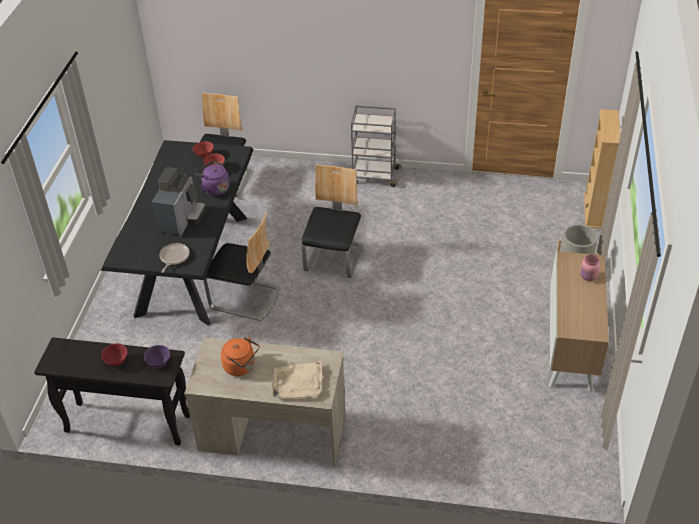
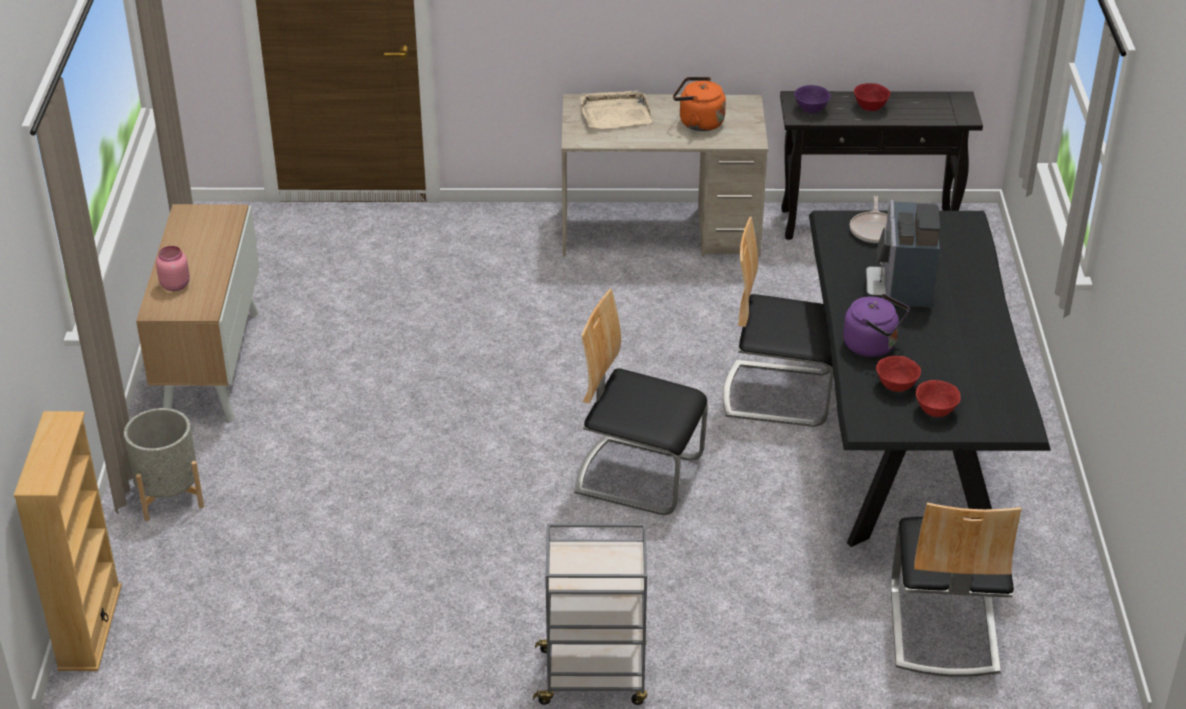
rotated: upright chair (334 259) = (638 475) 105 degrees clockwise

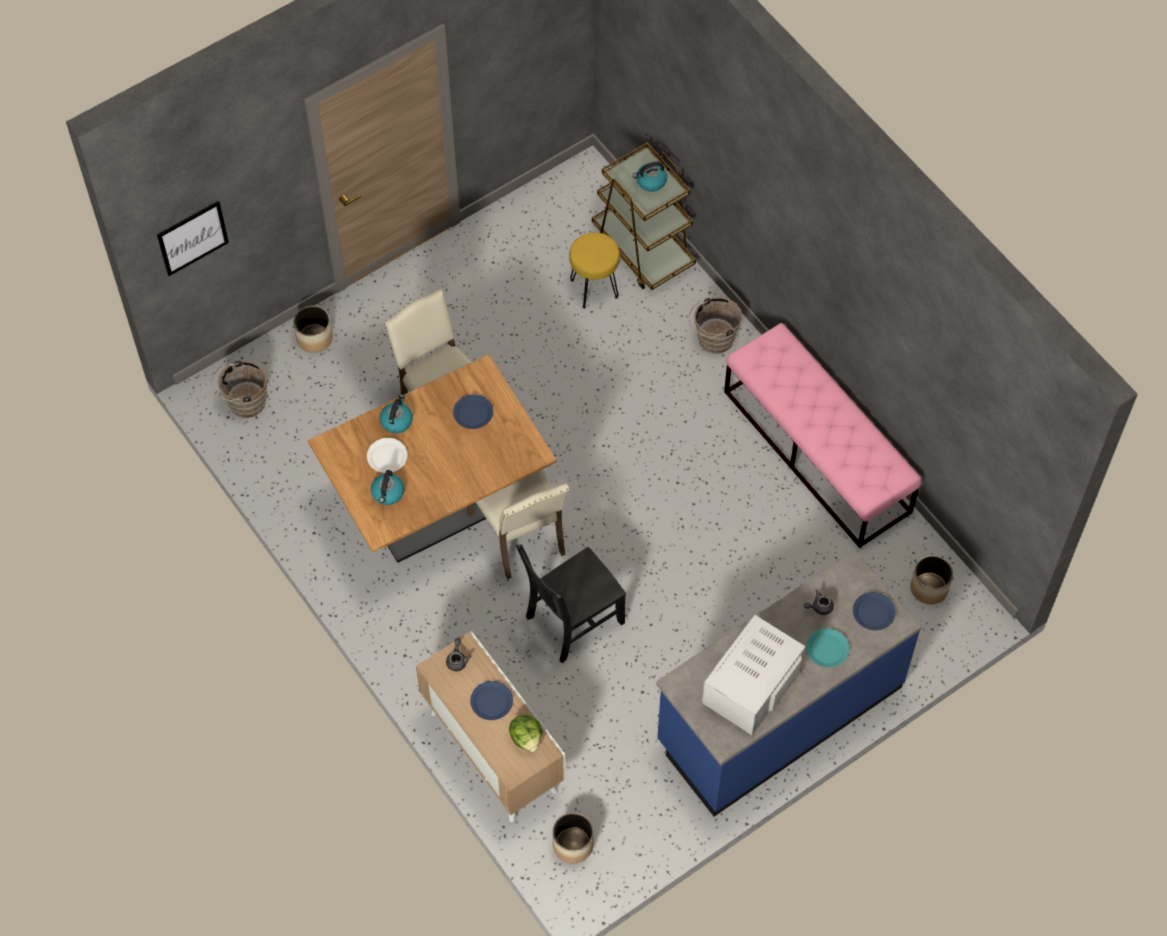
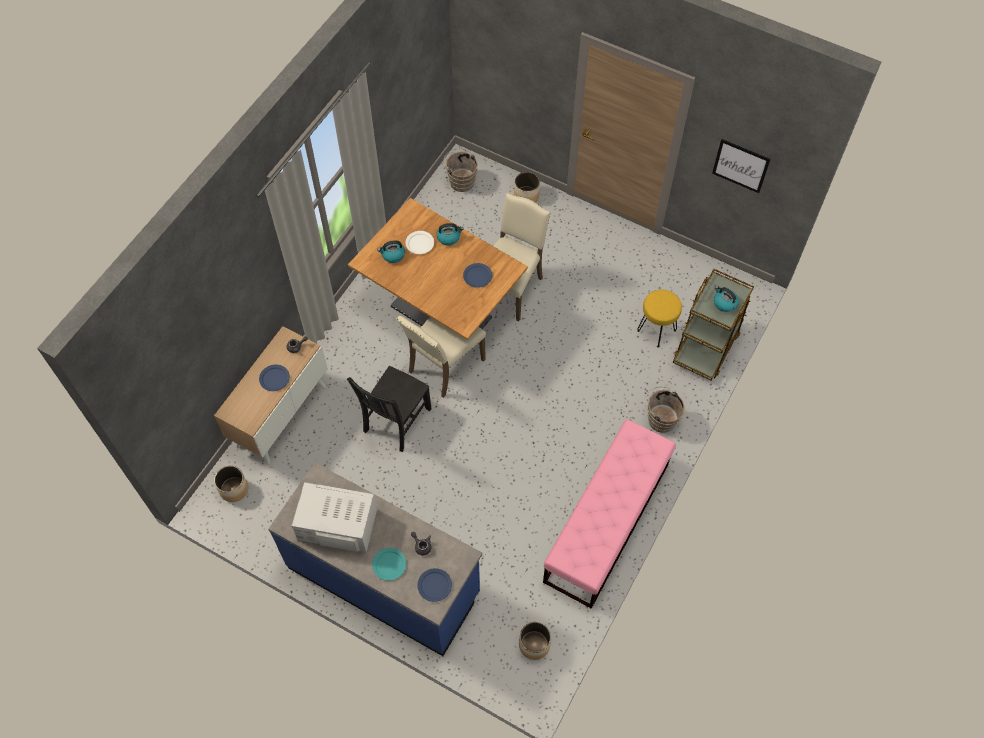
gone: lettuce (526 738)
shifted: picture (192 238) to (741 165)
rotated: upright chair (black-coloured) (572 621) = (395 422) 90 degrees counterclockwise

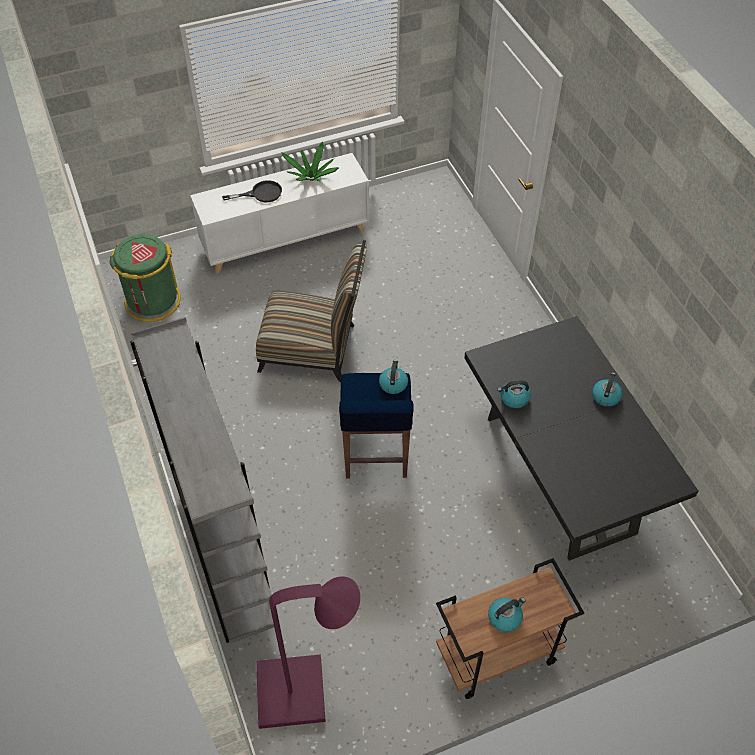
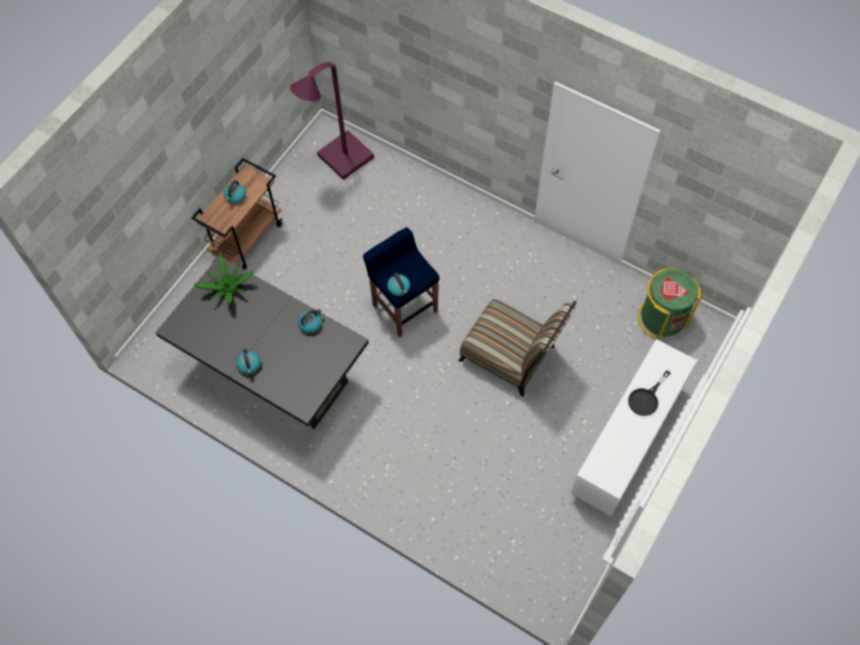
gone: shelving unit (gray) (226 556)
shifted: houseplant (311 177) to (227 288)
rotated: upright chair (314 349) = (512 357) 120 degrees counterclockwise

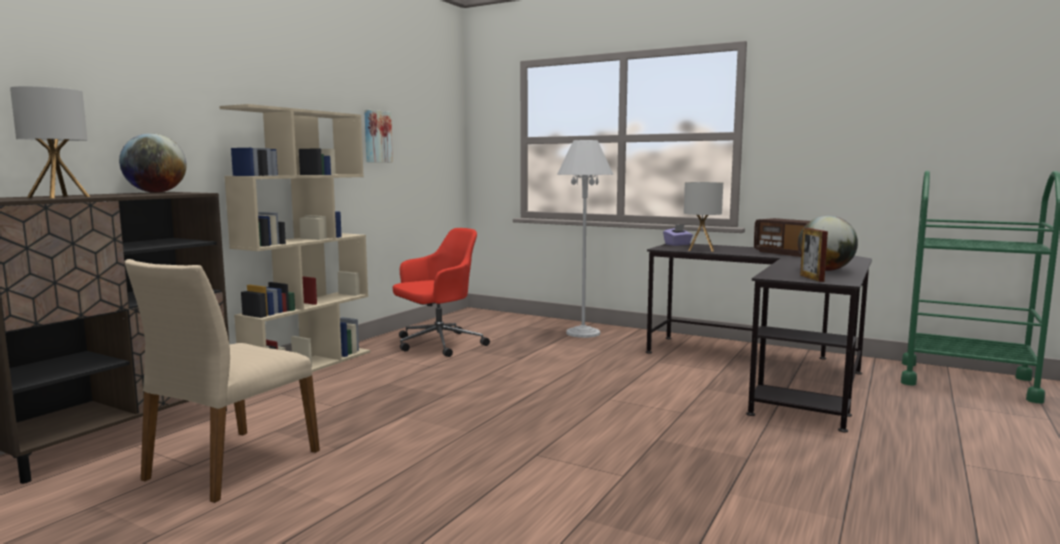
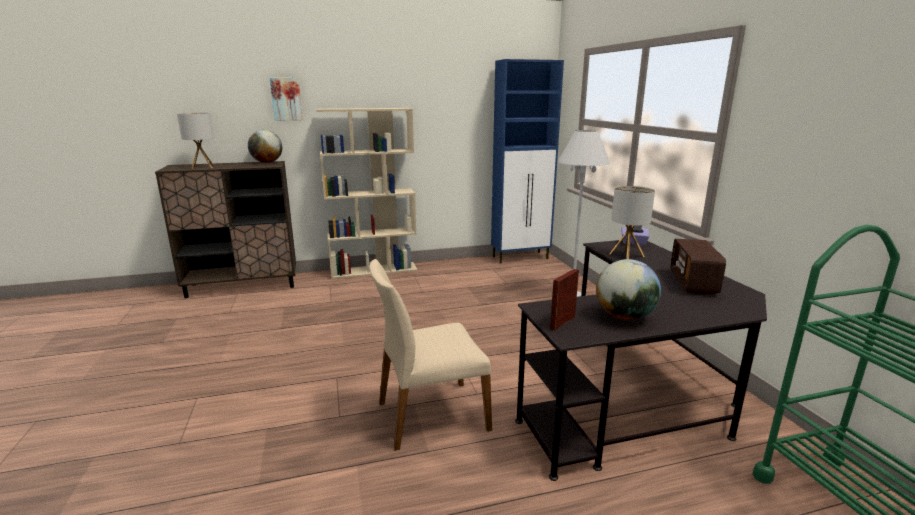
gone: office chair (red-coloured) (438 344)
new: cabinet (blue-coloured) (521 257)
shifted: upright chair (sand-coloured) (230 465) to (430 415); picture (377 136) to (286 99)

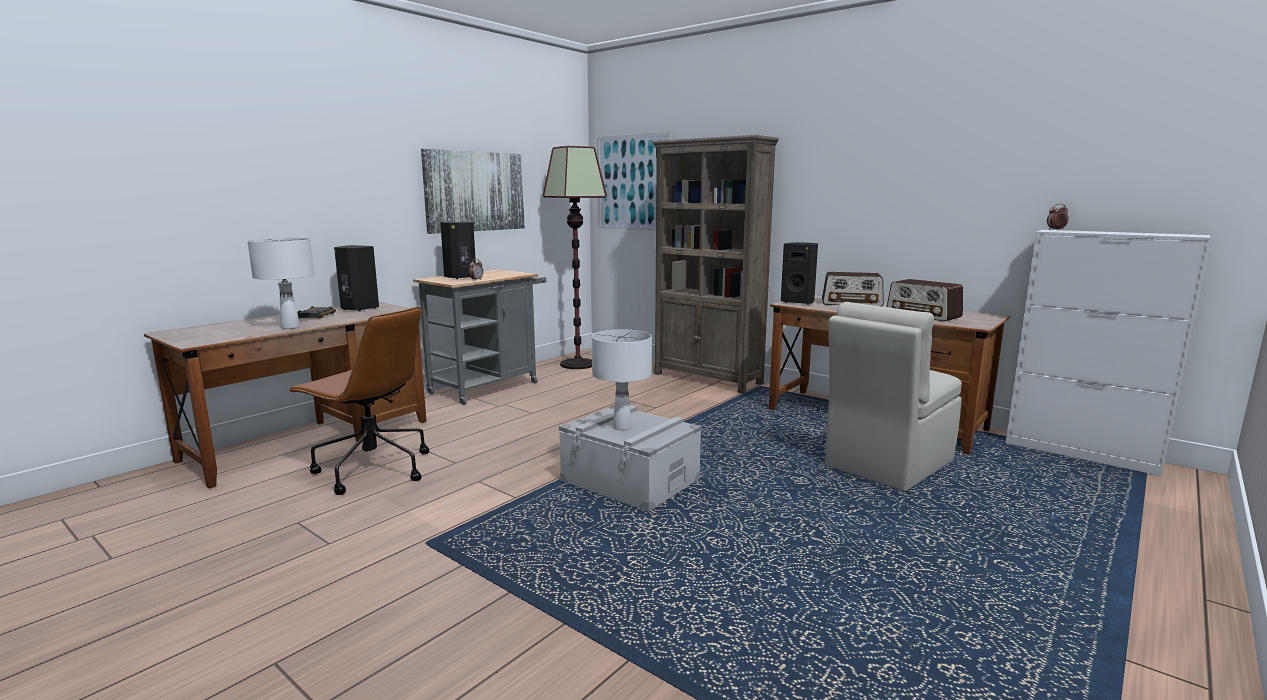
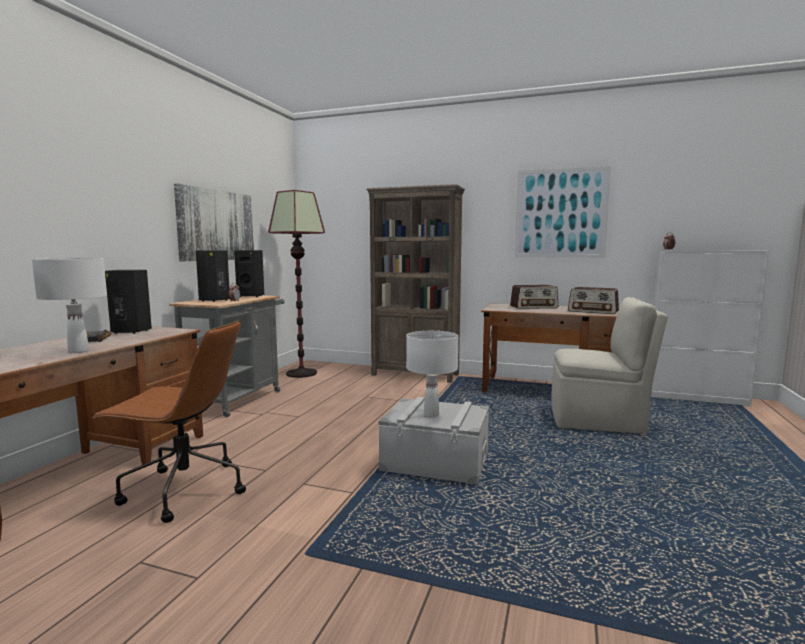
shifted: picture (632 182) to (560 213); audio speaker (black-coloured) (798 302) to (251 296)
rotated: upright chair (sand-coloured) (886 464) = (599 420) 105 degrees counterclockwise

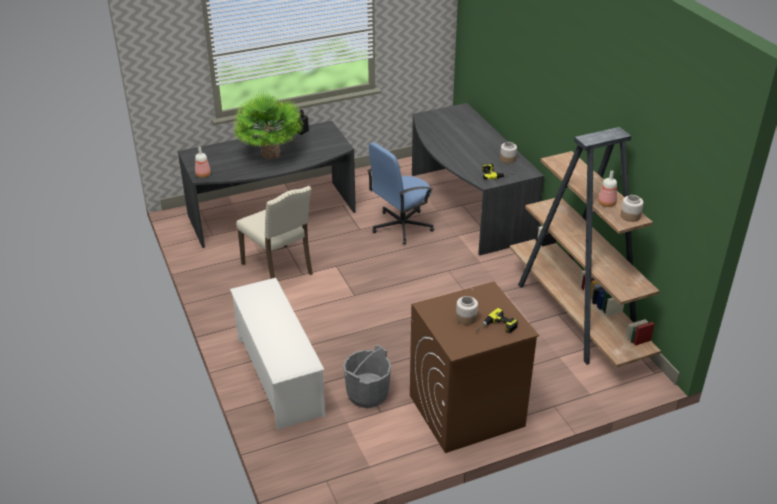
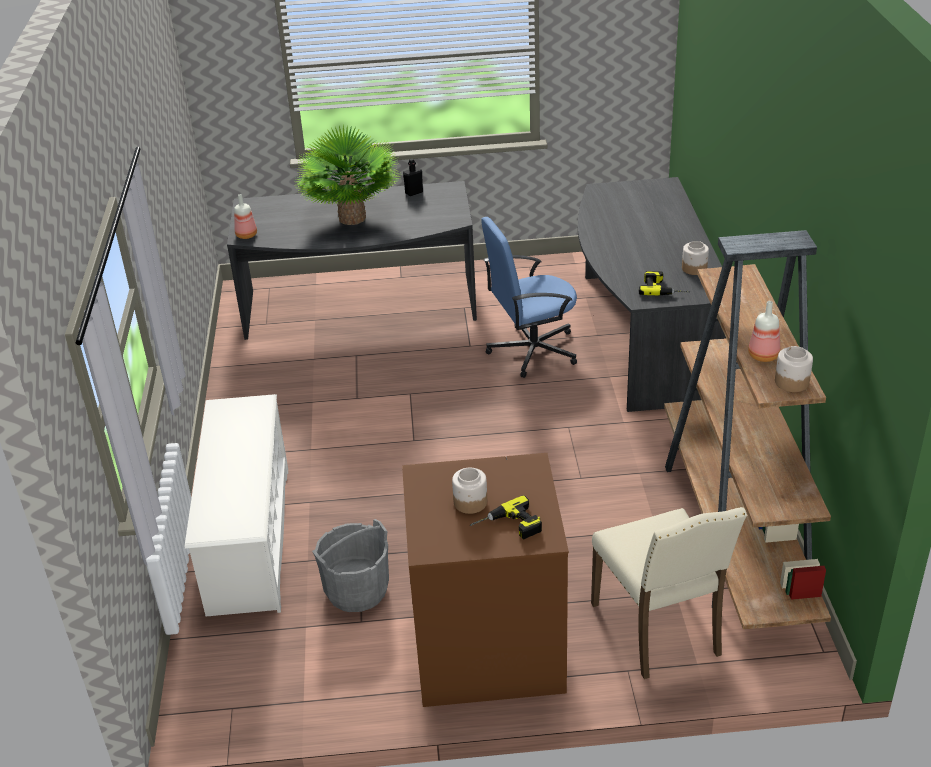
shifted: upright chair (sand-coloured) (279 269) to (659 630)

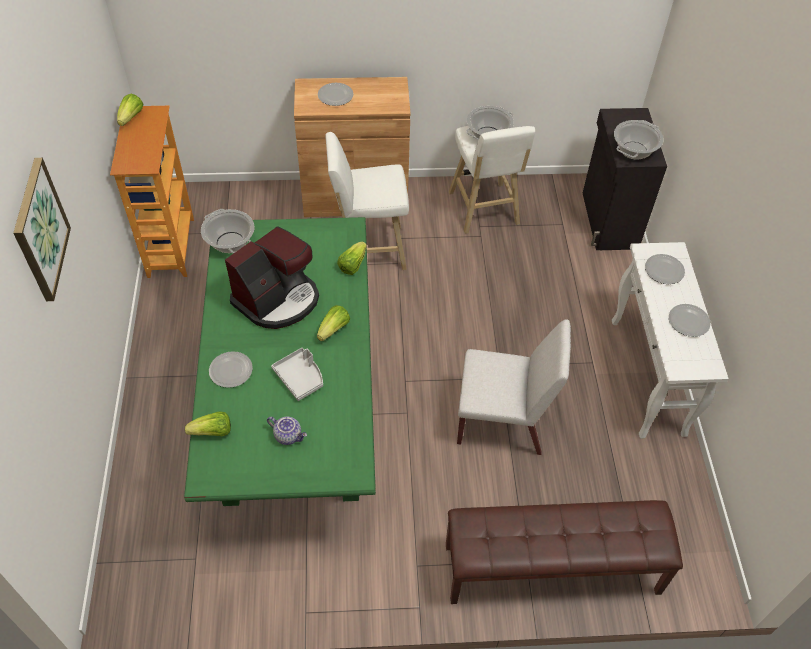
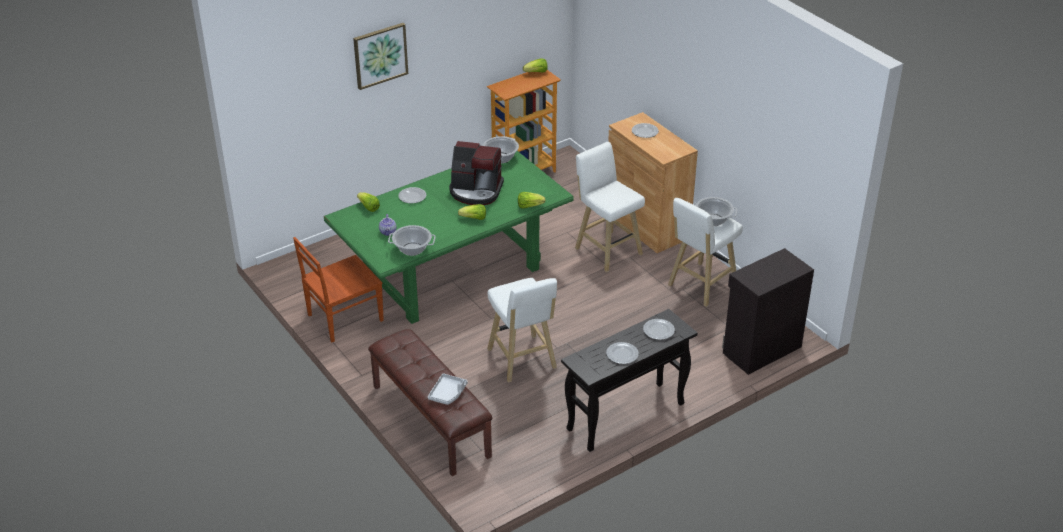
new: upright chair (brown-coloured) (343 318)
shifted: serving tray (gray) (300 377) to (448 393); stockpot (634 151) to (412 249)
swapped: upright chair (white) (502 421) to stool (white) (523 361)
repainted: hall table (white) (648 377) to hall table (black-coloured) (625 417)

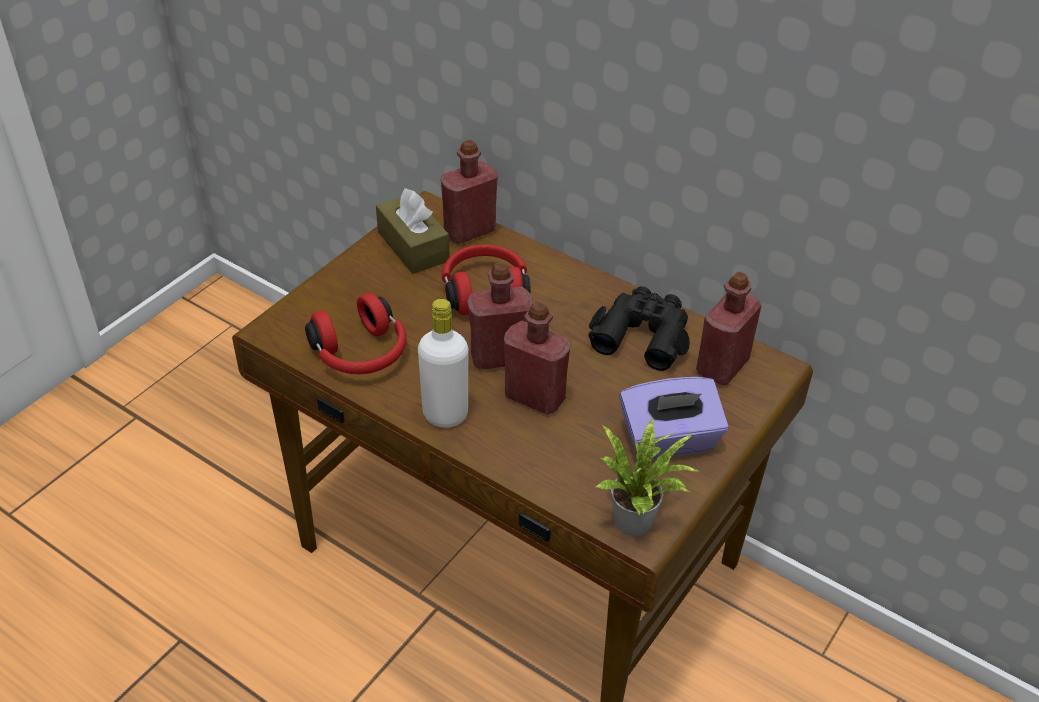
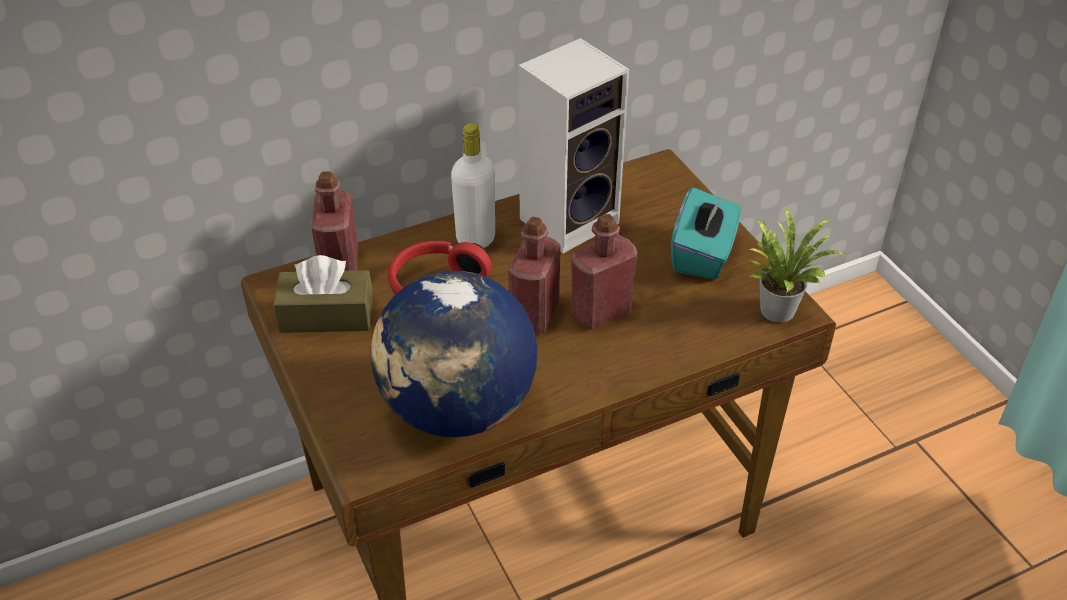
gone: bottle (red-coloured) (722 366)
shifted: bottle (white) (445 414) to (475 239)
swapped: headset (red-coloured) (361 354) to world globe (457 409); pair of binoculars (black-coloured) (642 334) to audio speaker (571 218)
repainted: tissue holder (purple-coloured) (669 440) to tissue holder (blue-green) (703 254)

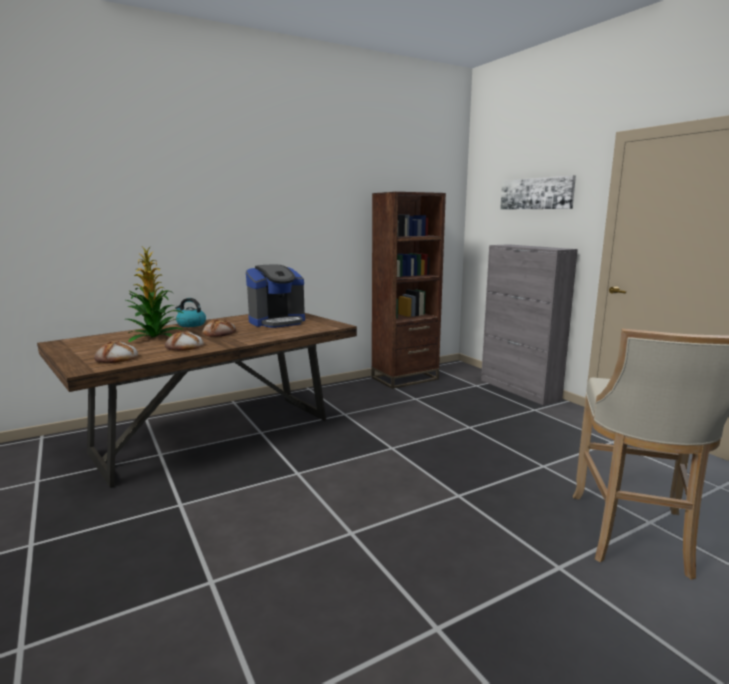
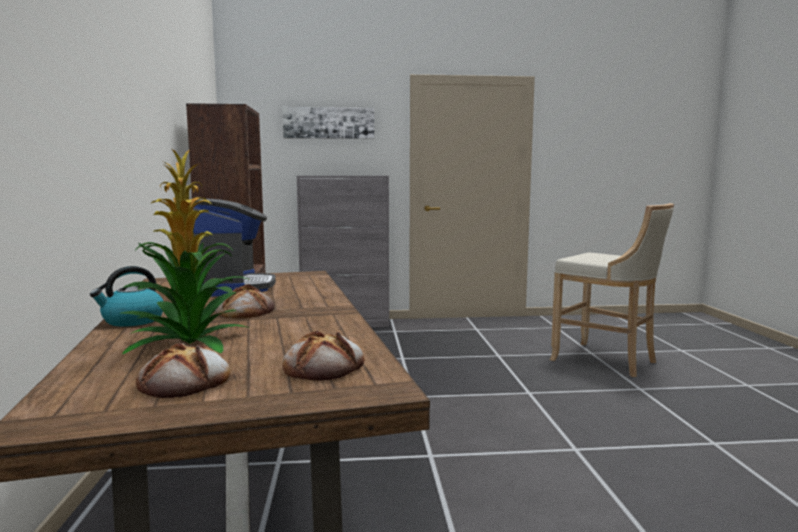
shifted: bread (184 346) to (186 382)

